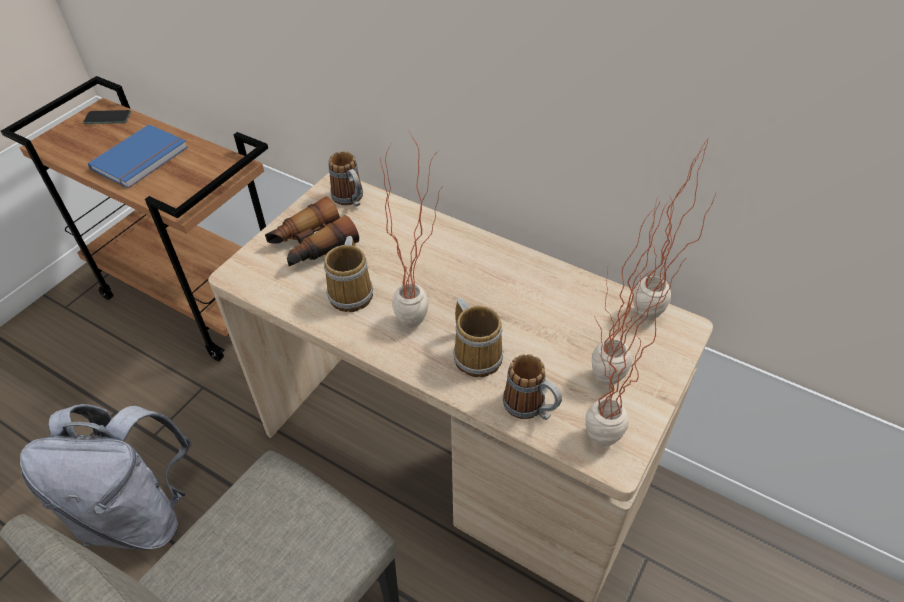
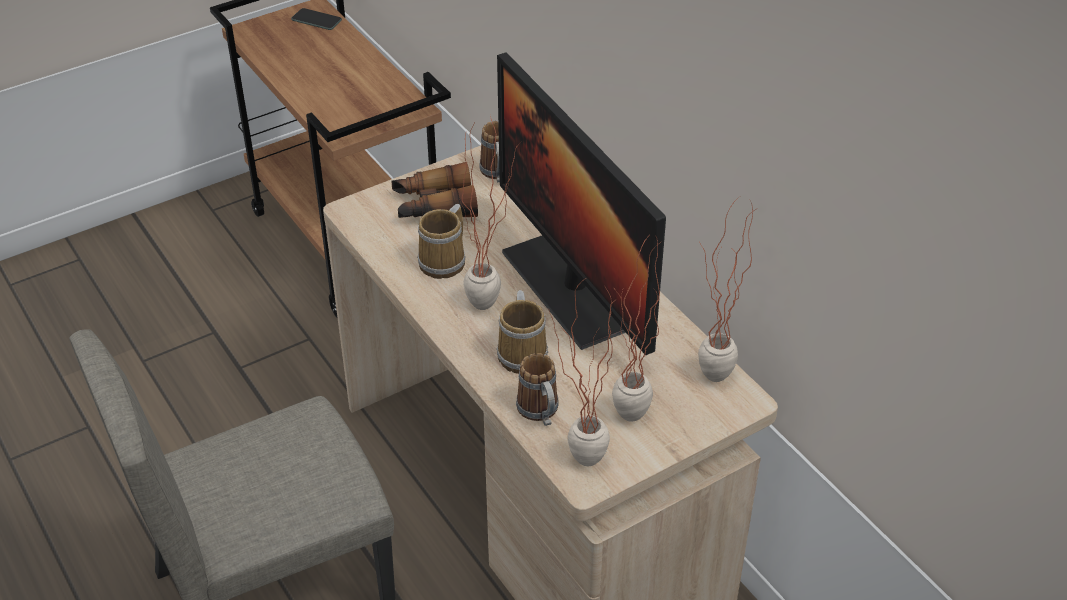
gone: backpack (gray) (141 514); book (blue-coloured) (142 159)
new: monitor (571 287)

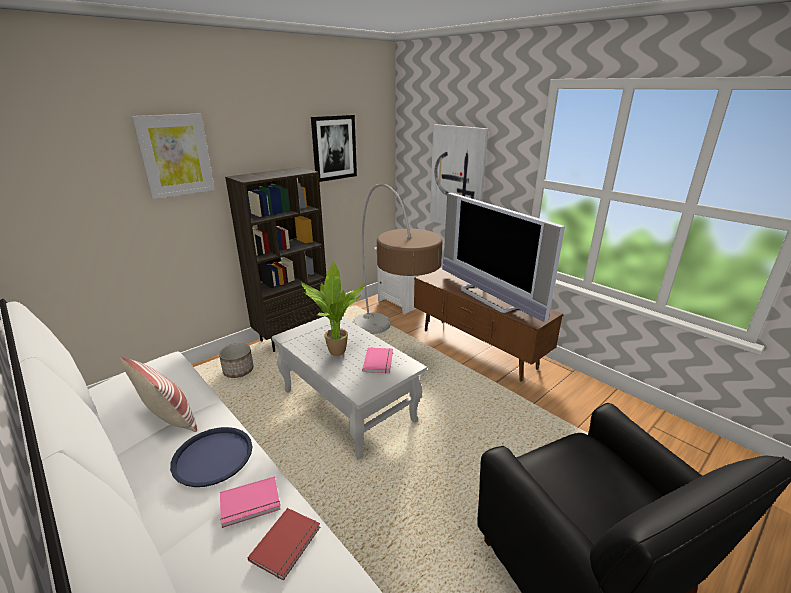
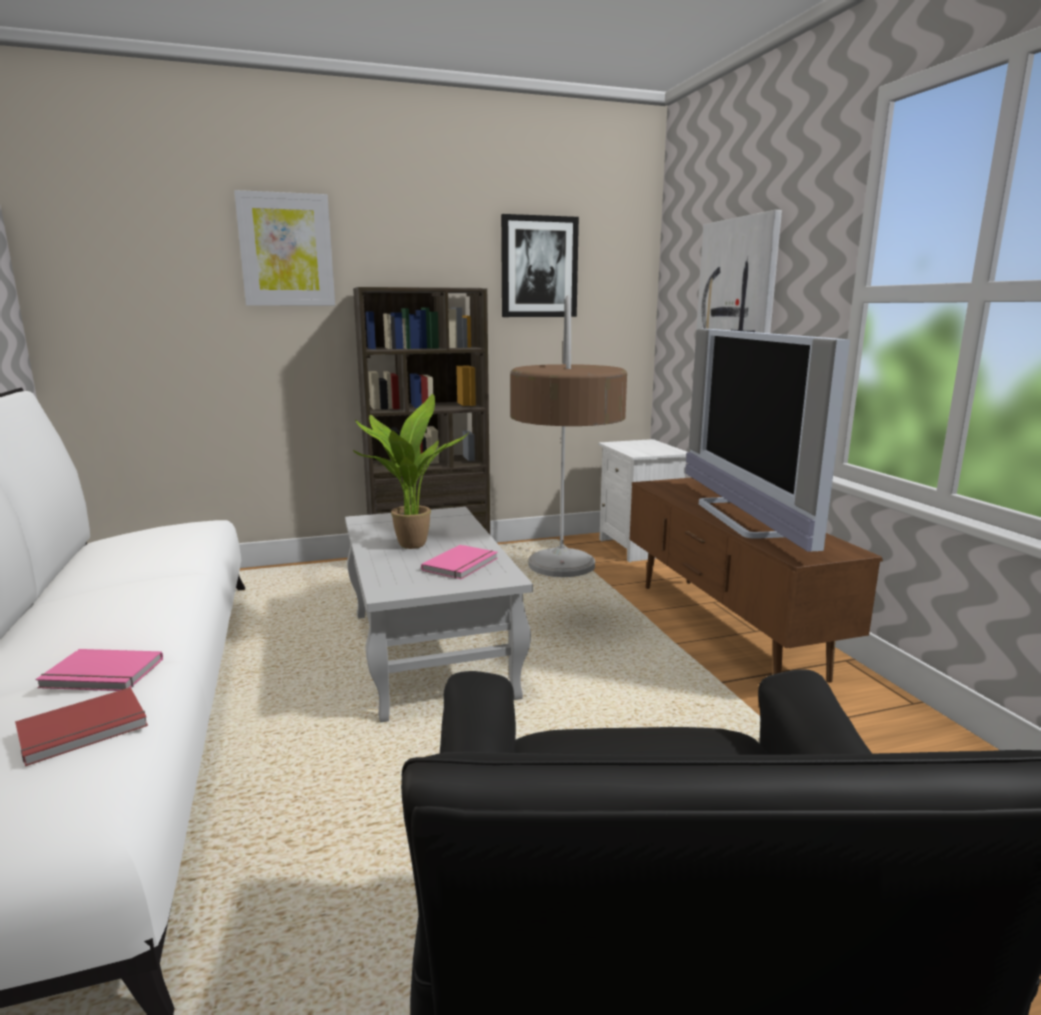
gone: cushion (169 419); serving tray (blue-coloured) (213 456); plant pot (238 371)

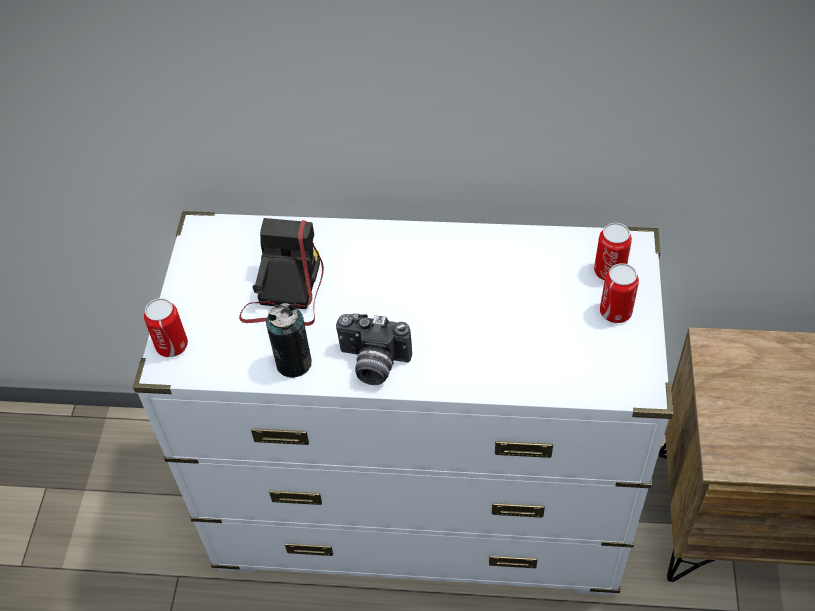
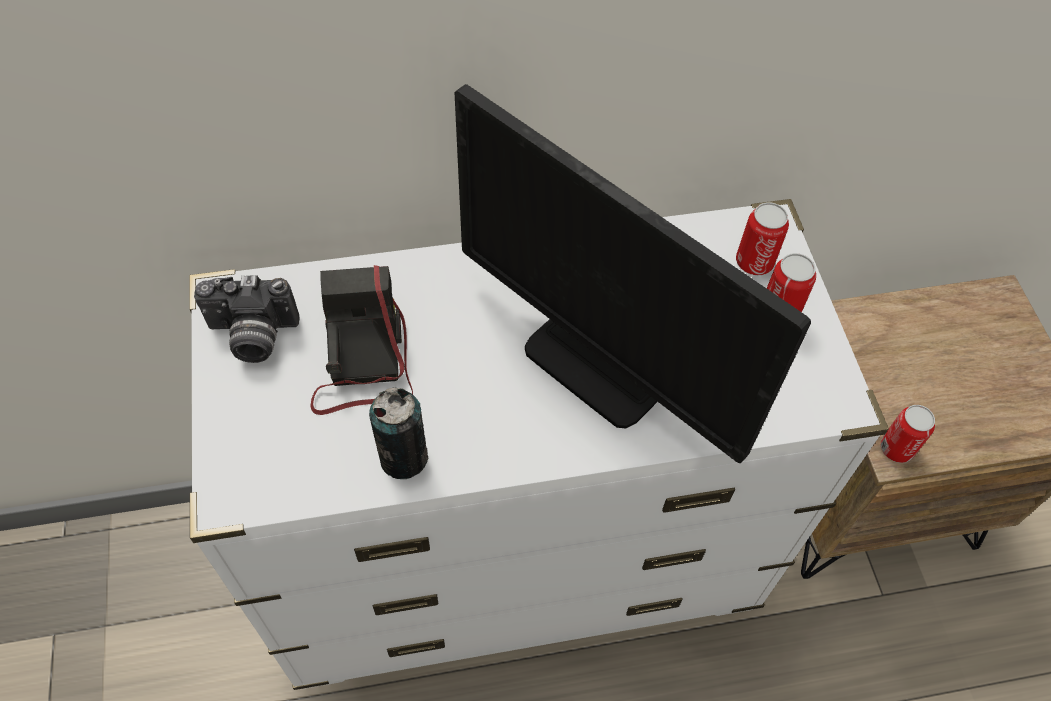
new: monitor (600 362)
shifted: can (172 345) to (896 448); still camera (372 364) to (252 337)

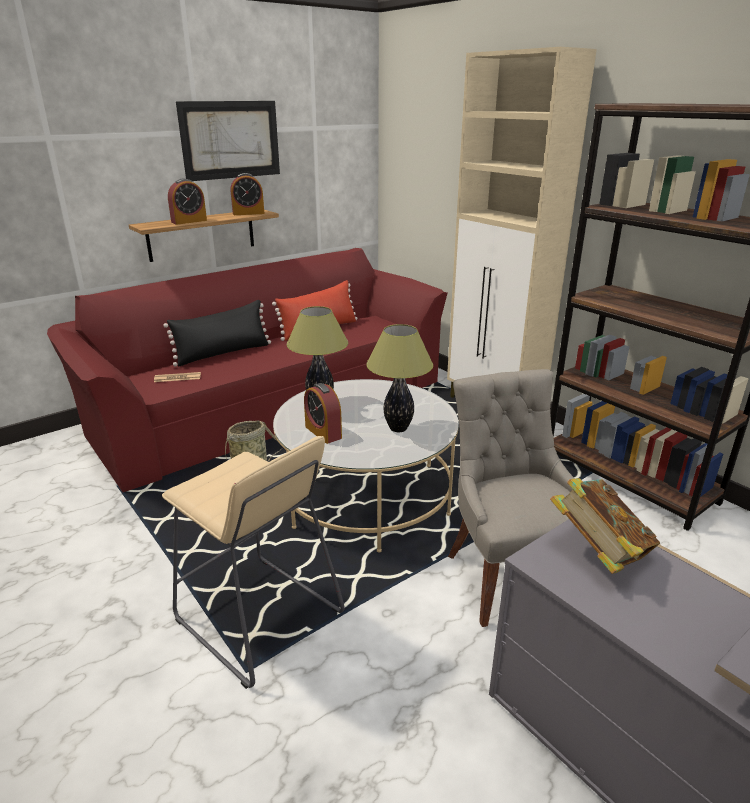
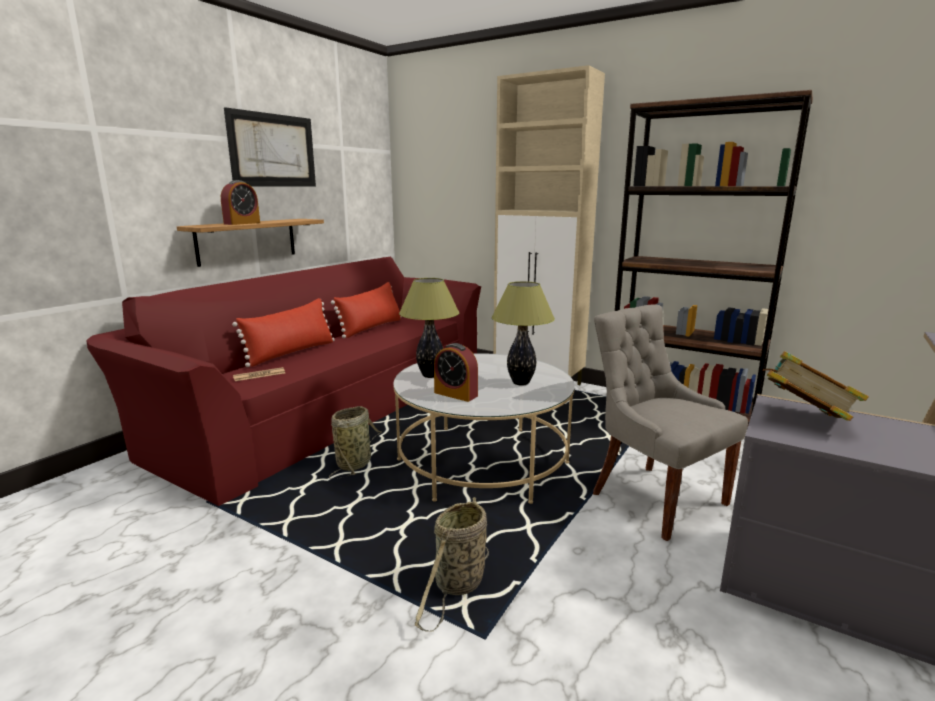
gone: alarm clock (248 213)
swapped: stool (sand-coloured) (258 617) to storage basket (458 585)
repainted: cushion (black-coloured) (223 353) to cushion (red-coloured) (291 353)

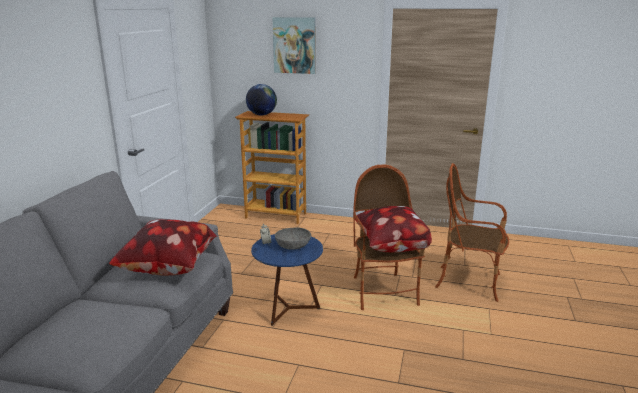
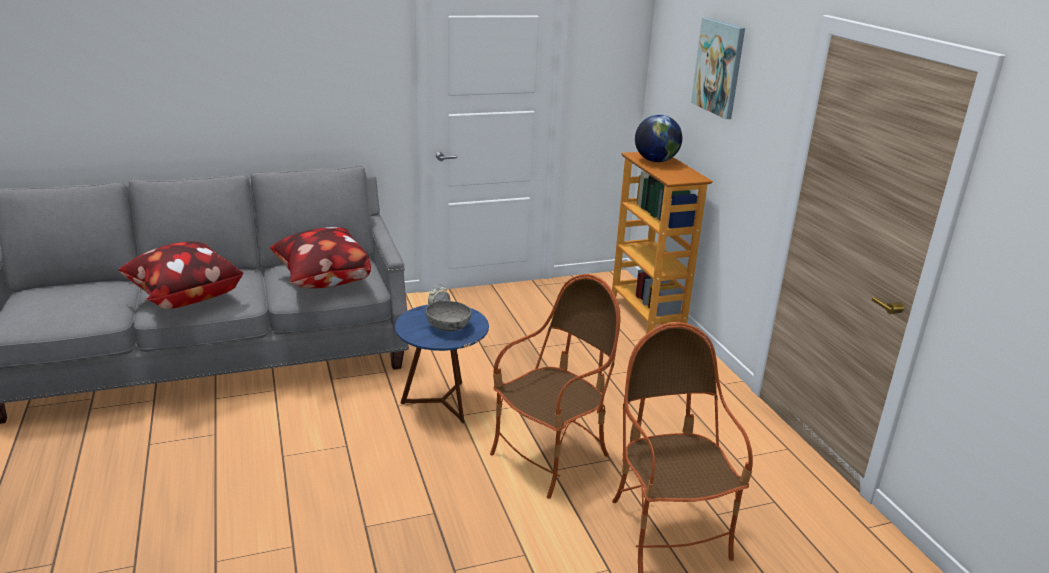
shifted: cushion (390 247) to (184 297)

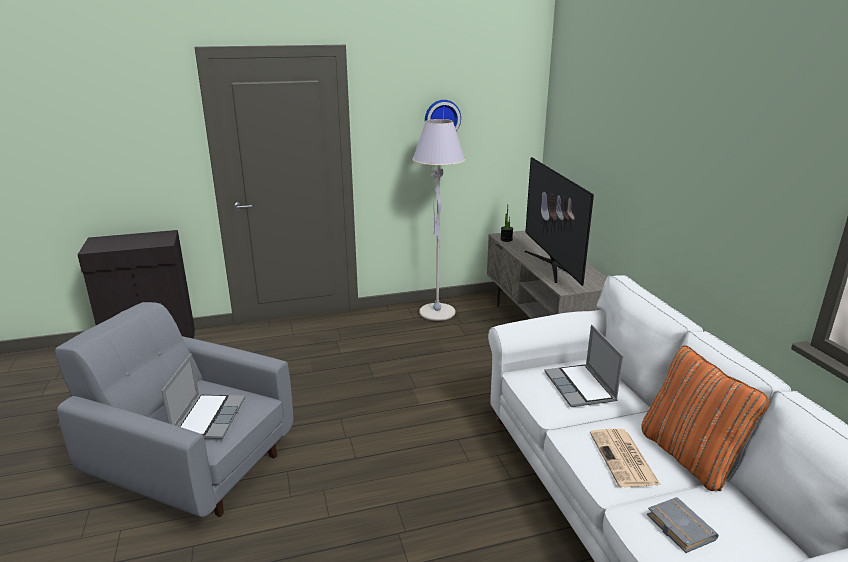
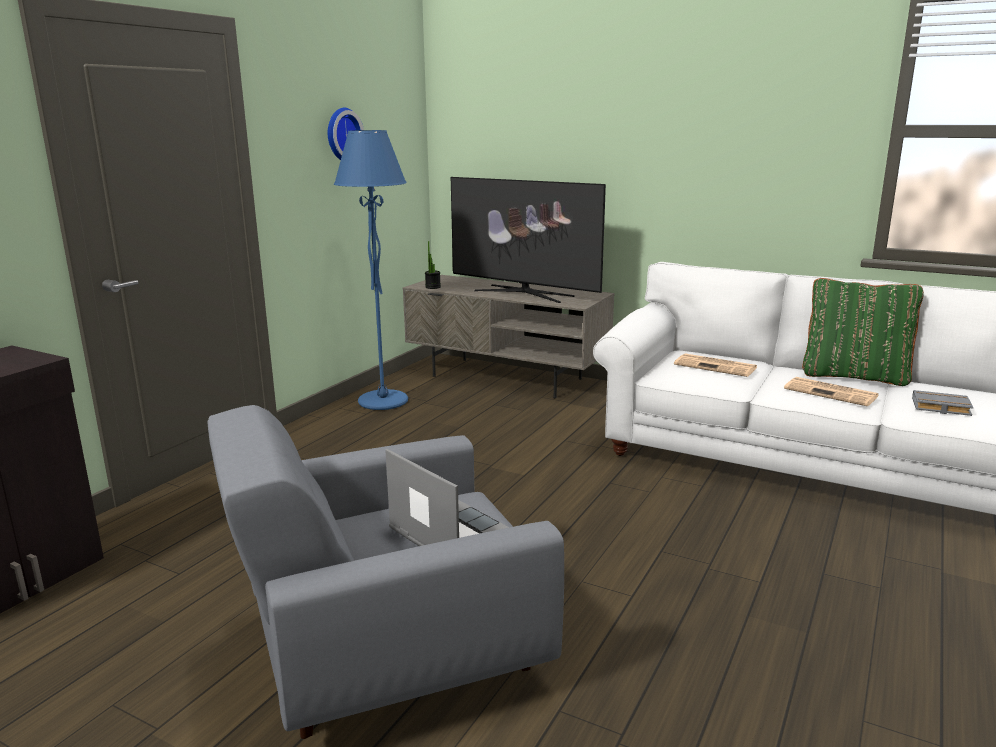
swapped: portable computer (581 387) to newspaper (716 366)
repainted: standard lamp (gray) (437 313) to standard lamp (blue-coloured) (383 401); cushion (orange-coloured) (690 456) to cushion (green) (854 376)

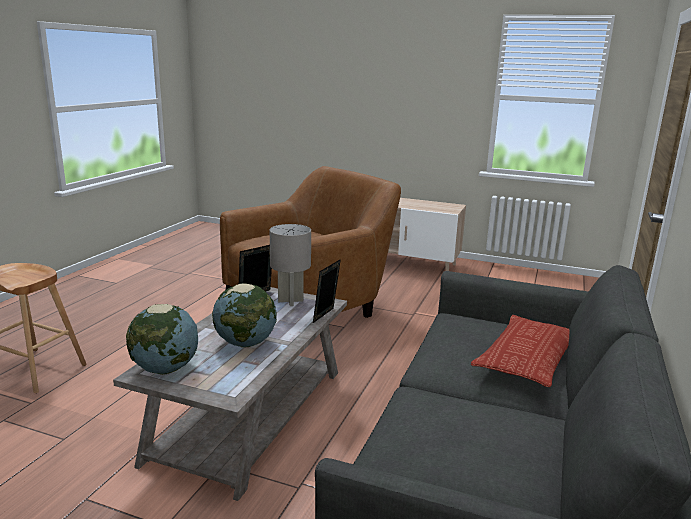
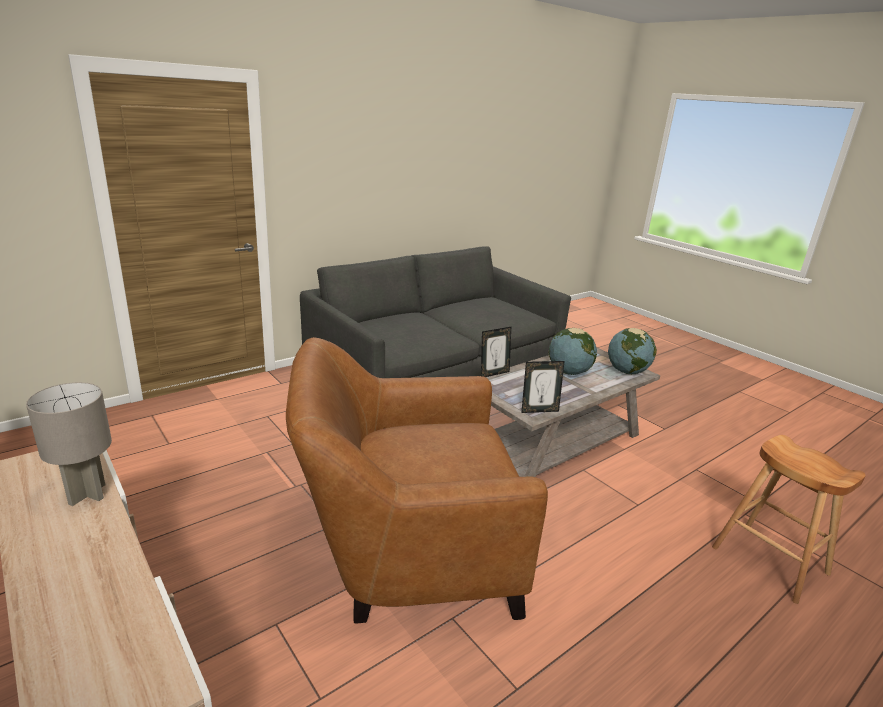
gone: cushion (527 357)
shifted: table lamp (gray) (291 301) to (87 494)

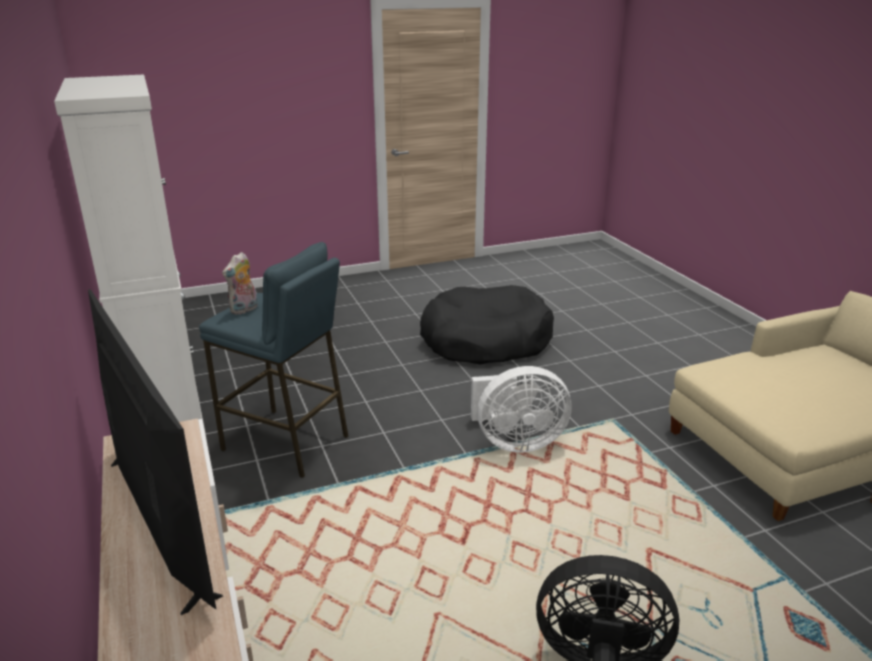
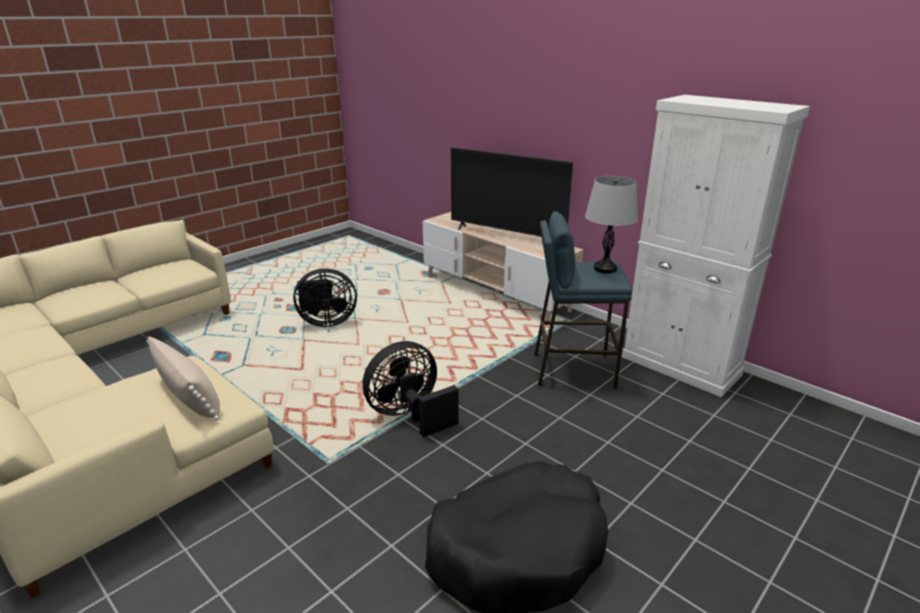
new: cushion (sand-coloured) (189 396)
swapped: cuddly toy (244 310) to table lamp (gray) (605 269)
repainted: cooling fan (white) (515 442) to cooling fan (black-coloured) (409 415)

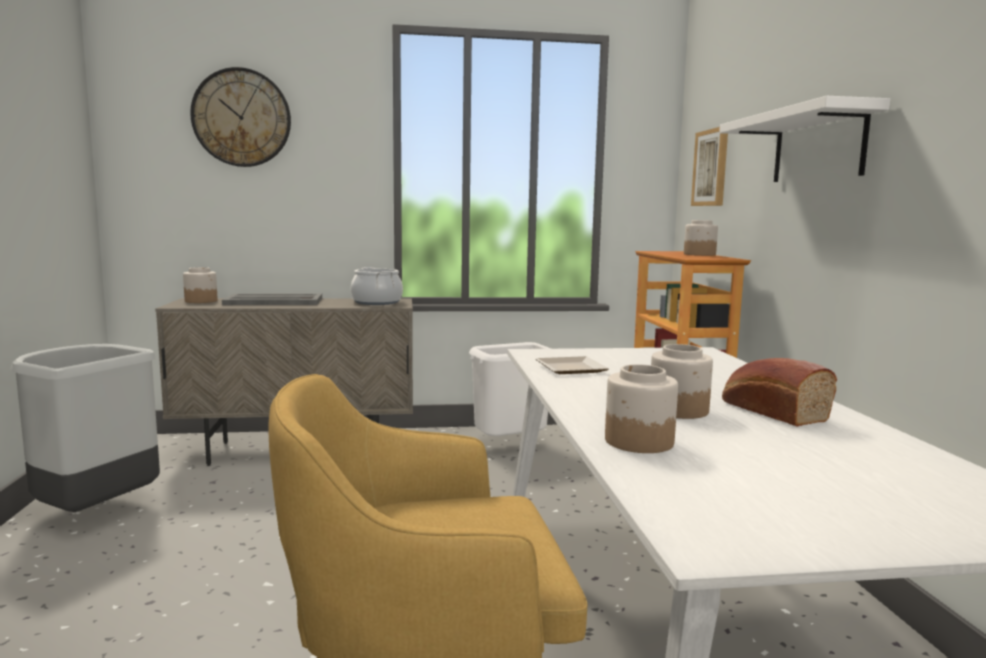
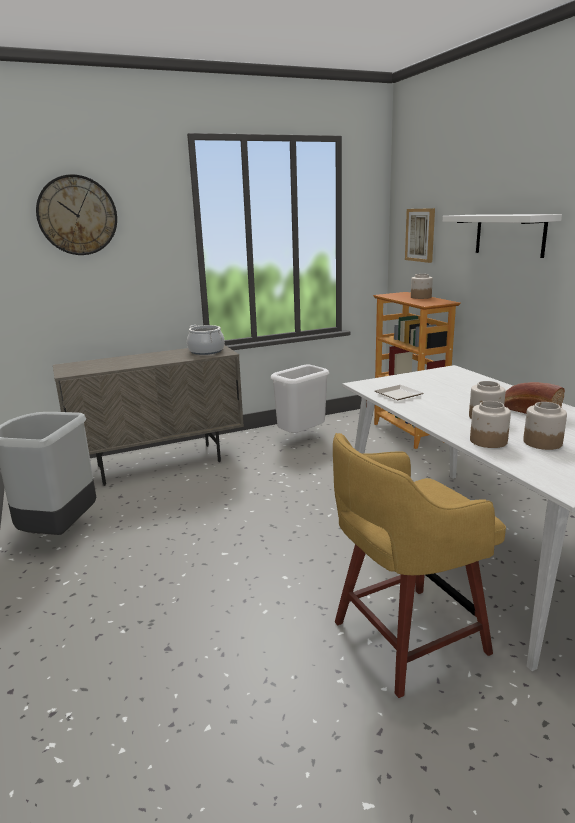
gone: serving tray (gray) (275 301)
shifted: jar (201 301) to (542 442)

